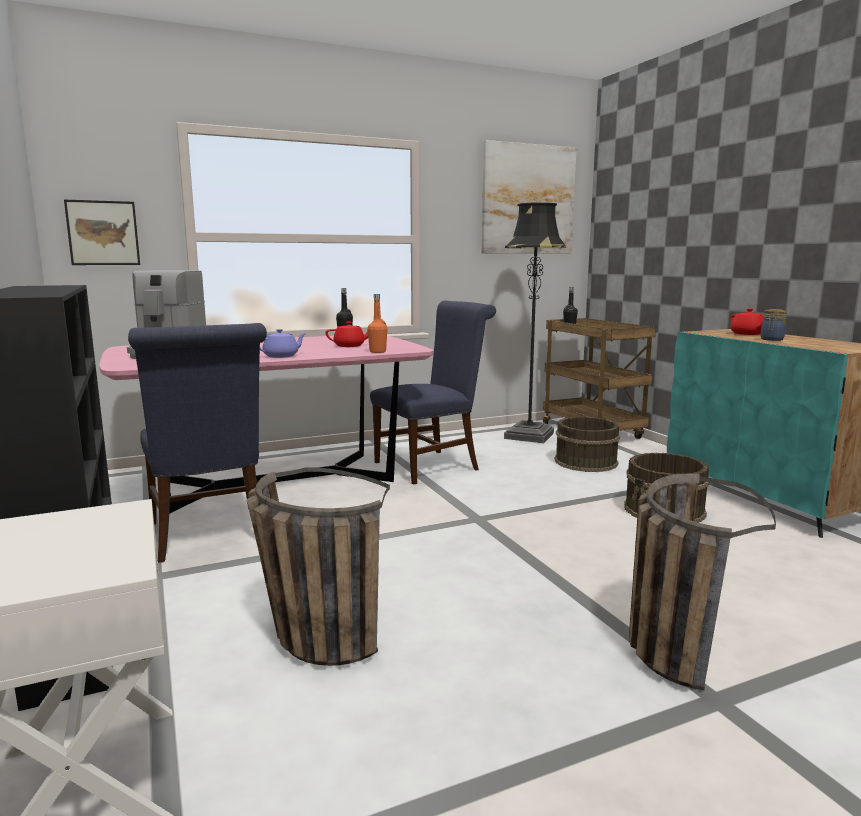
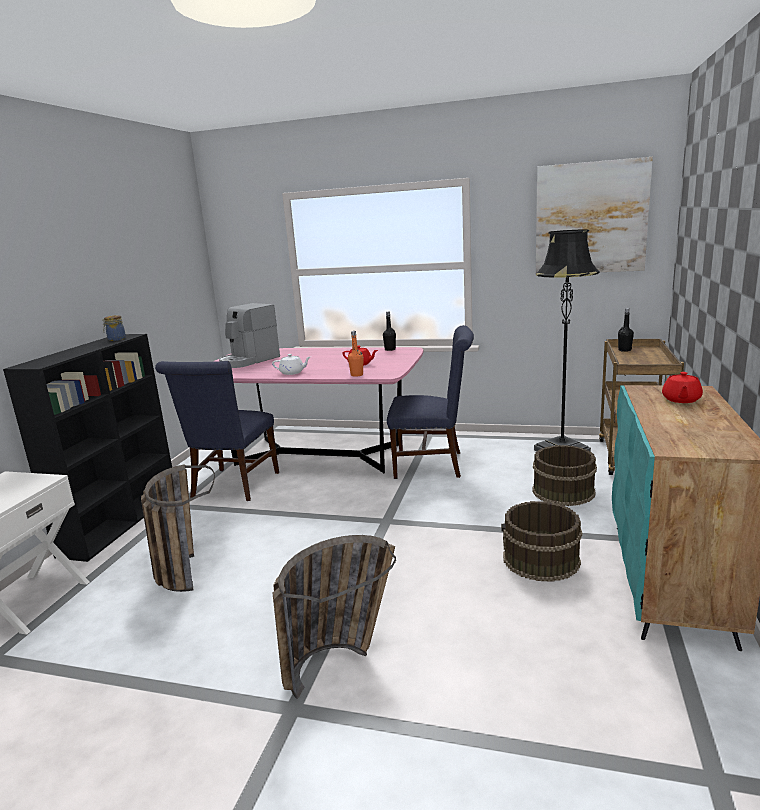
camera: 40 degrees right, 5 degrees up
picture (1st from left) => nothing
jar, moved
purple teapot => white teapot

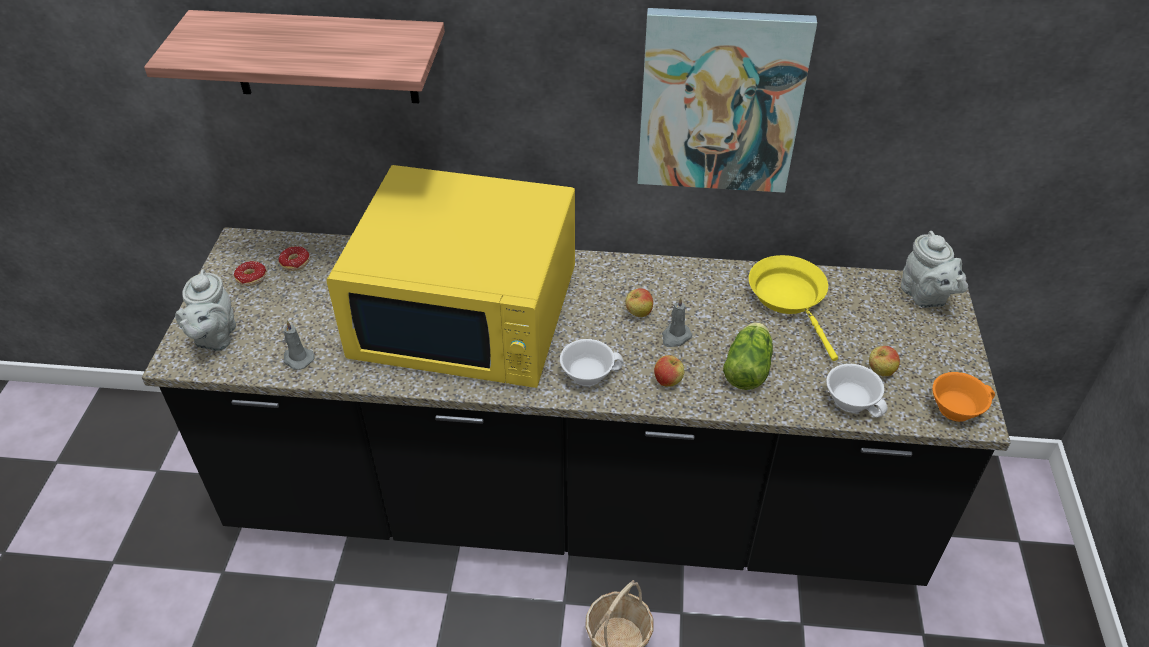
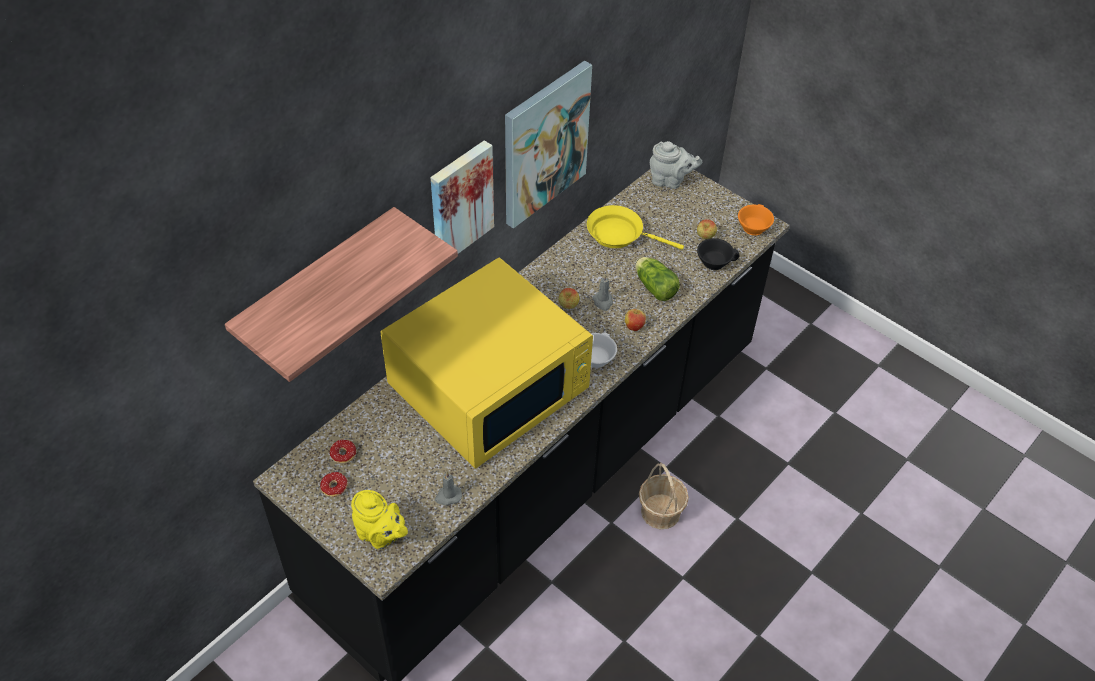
camera: 55 degrees left, 5 degrees up
nothing => picture (1st from left)
grey teapot (1st from left) => yellow teapot
white cup (2nd from left) => black cup

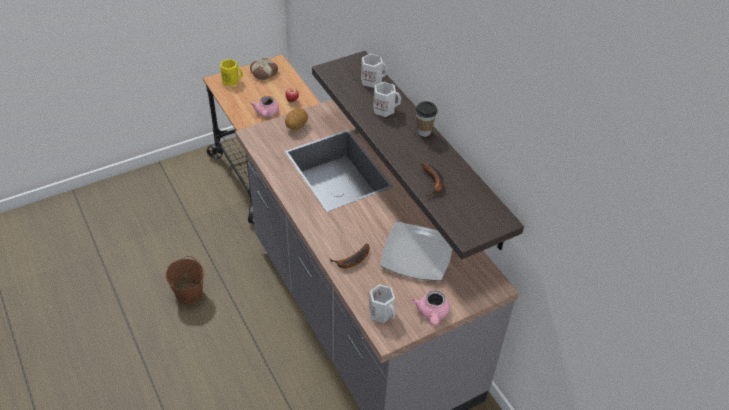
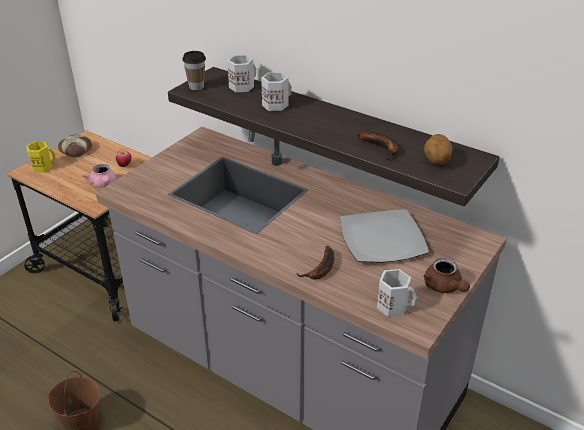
camera: 25 degrees left, 10 degrees down
potato, moved
cup, moved
pink teapot (2nd from left) => brown teapot

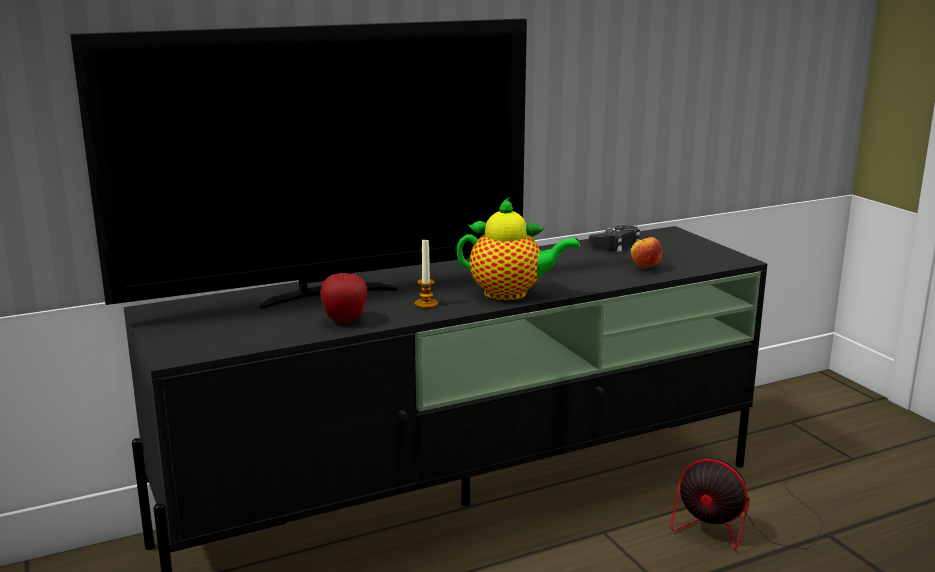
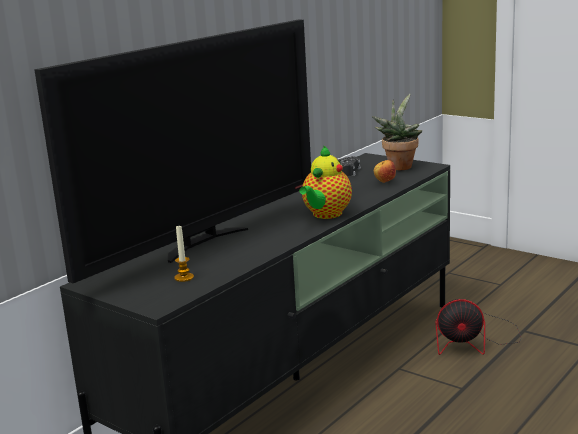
camera: 25 degrees left, 0 degrees up
apple (1st from left) => nothing
nothing => potted plant
candle, moved
teapot, 135 degrees clockwise

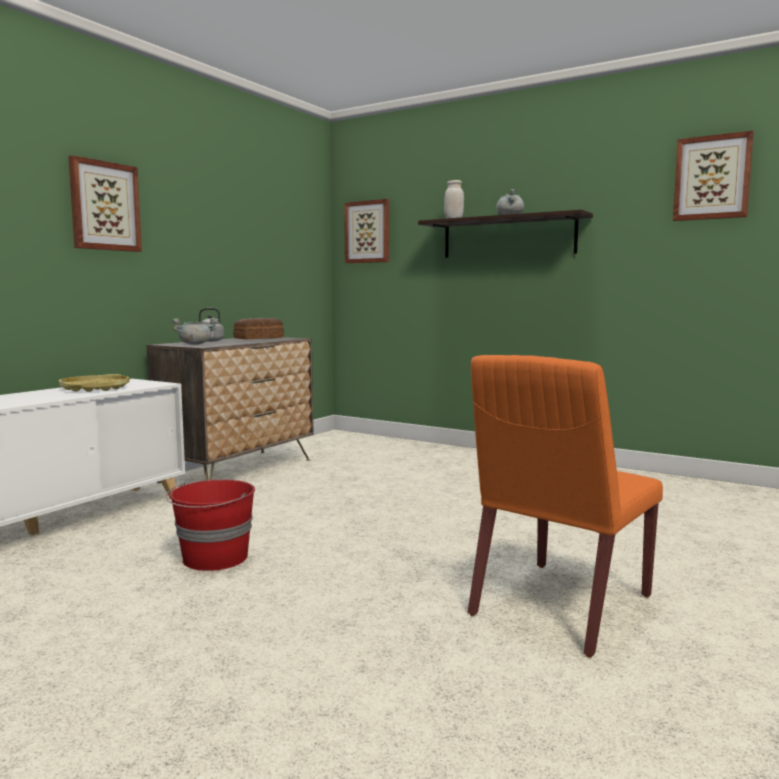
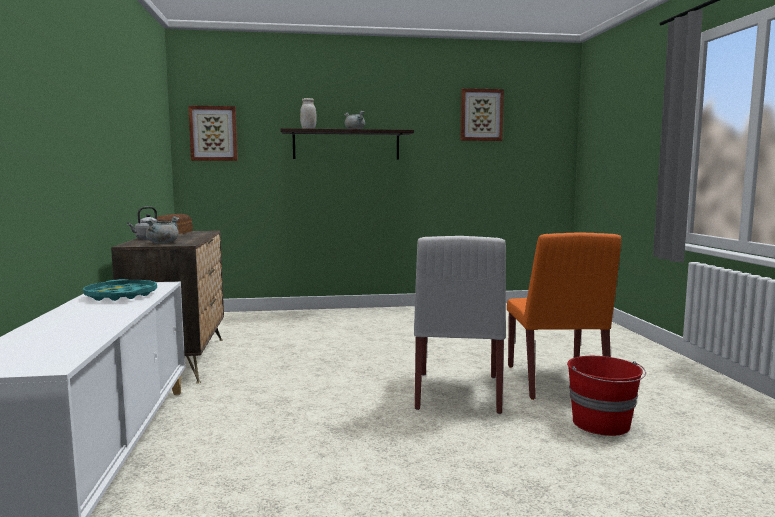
camera: 40 degrees left, 0 degrees up
picture (1st from left) => nothing
nothing => white chair
red bucket, moved
yellow tray => turquoise tray

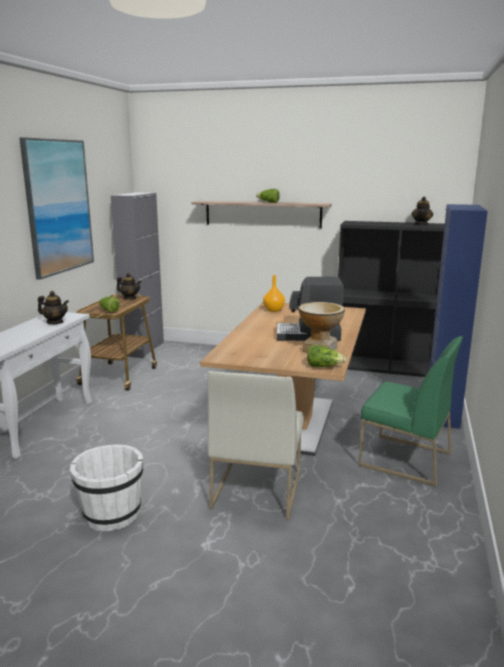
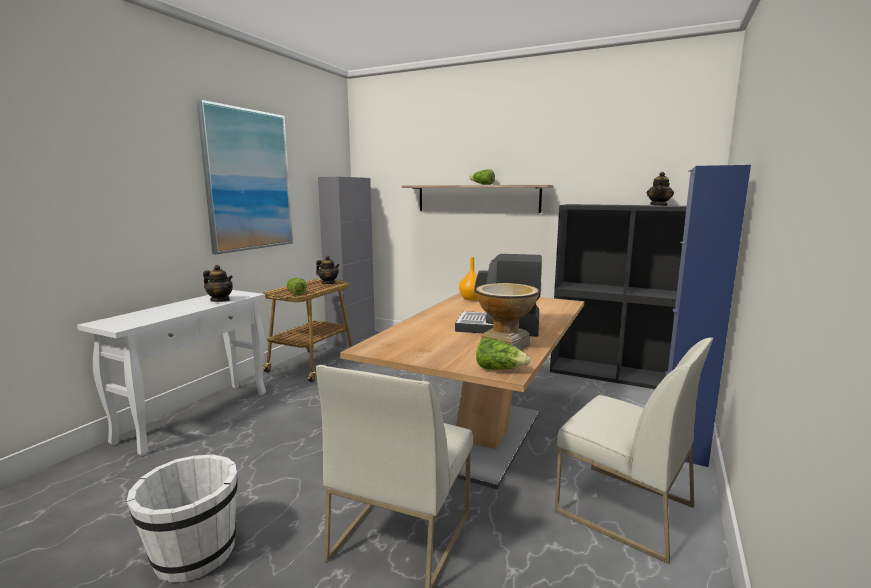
camera: 10 degrees right, 5 degrees down
green chair => white chair (2nd from left)

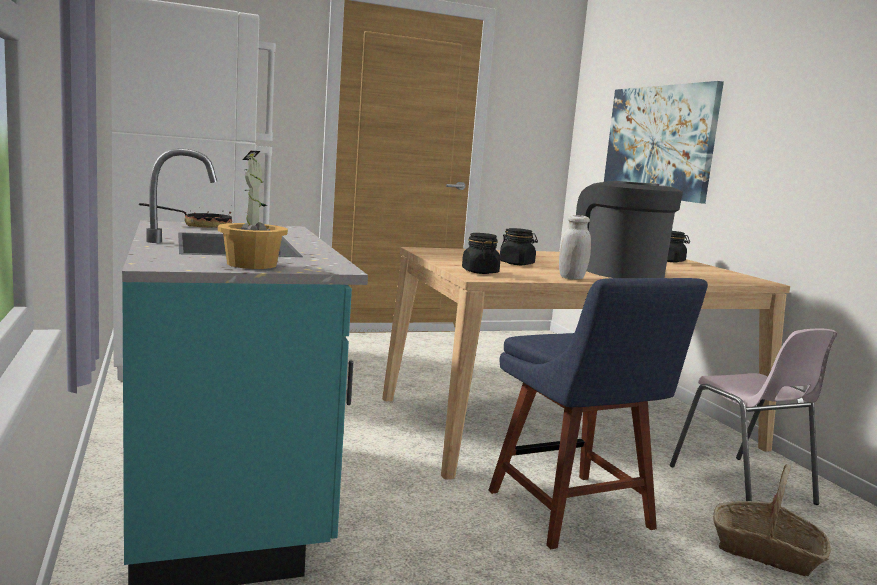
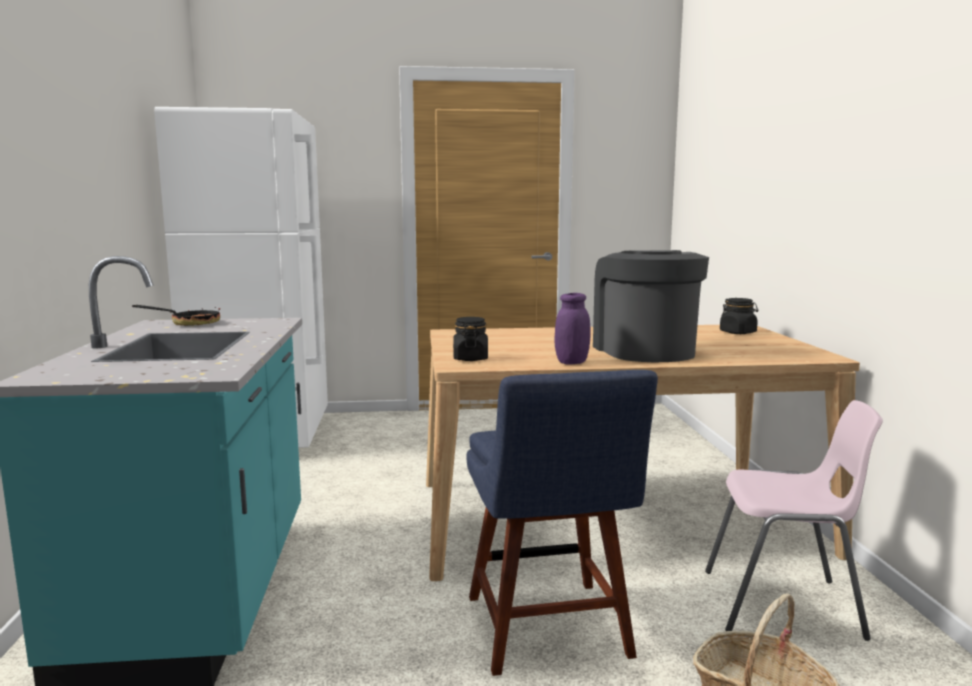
camera: 15 degrees right, 0 degrees up
potted plant => nothing
black jar (2nd from left) => nothing
picture => nothing
white jar => purple jar
pink chair, 75 degrees counterclockwise

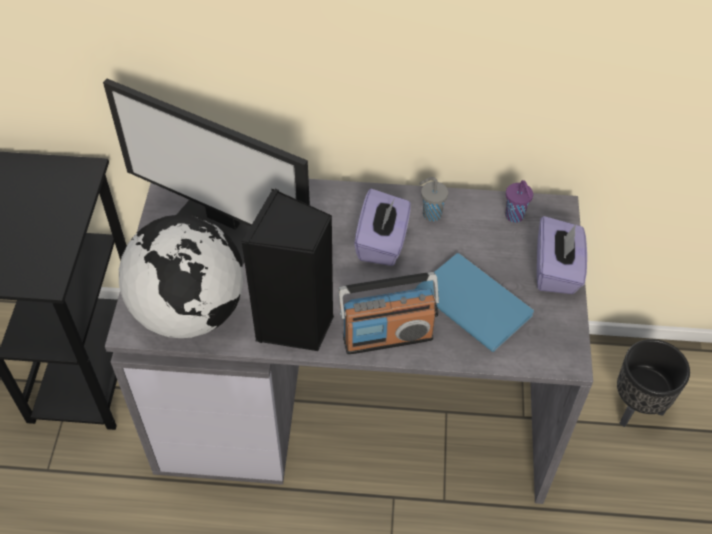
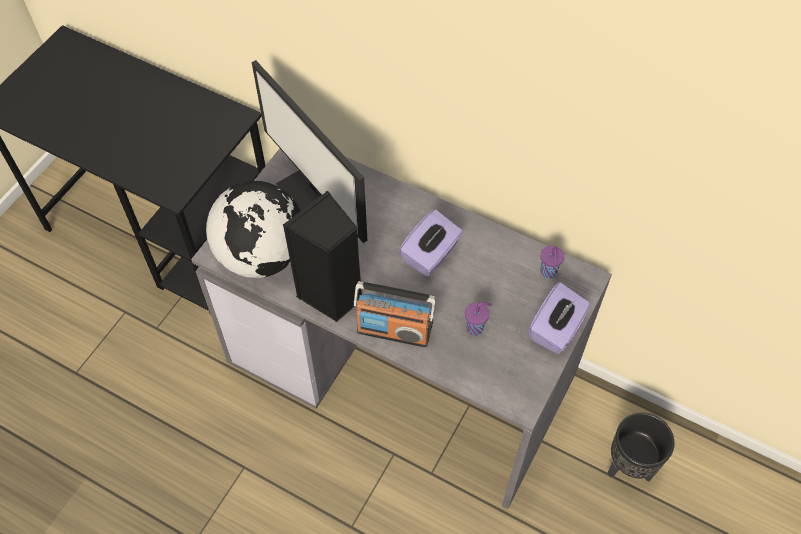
camera: 25 degrees right, 5 degrees up
grey cup => nothing
blue book => purple cup (1st from left)

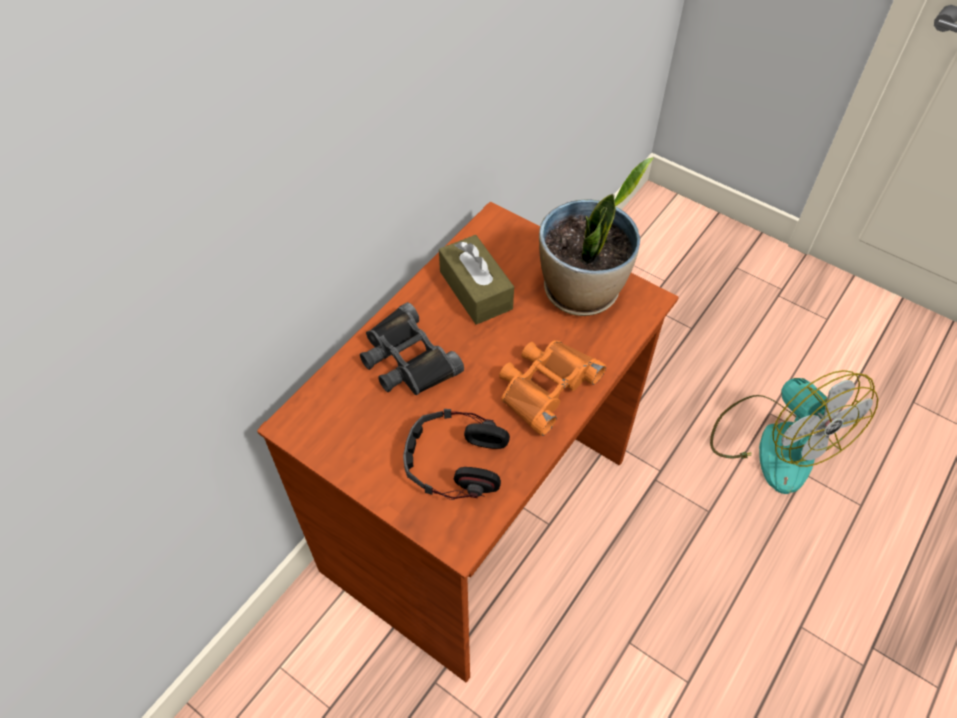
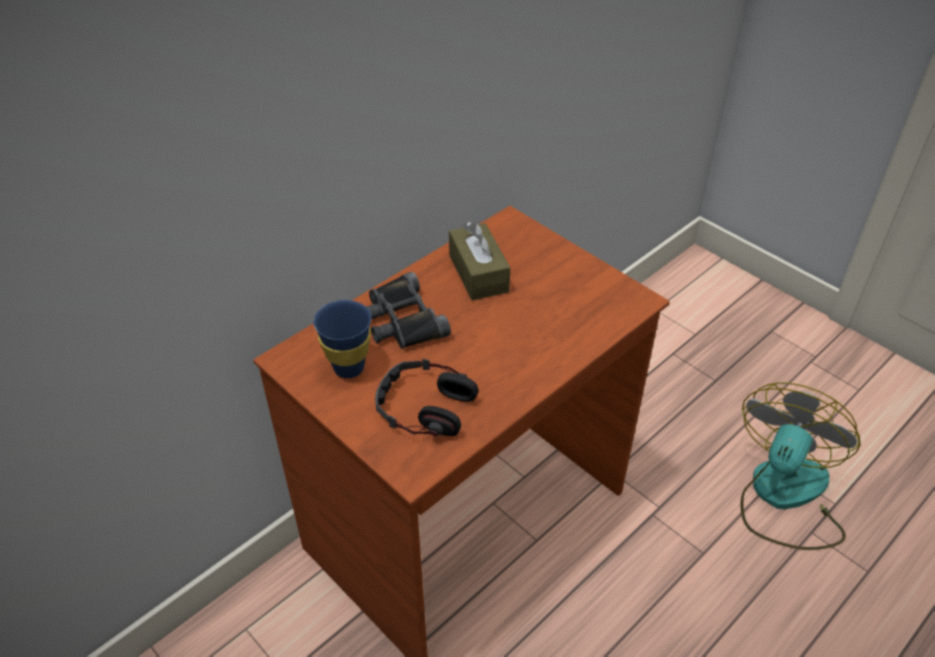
camera: 10 degrees right, 10 degrees down
orange binoculars => nothing
potted plant => nothing
nothing => blue cup
fan, 135 degrees counterclockwise

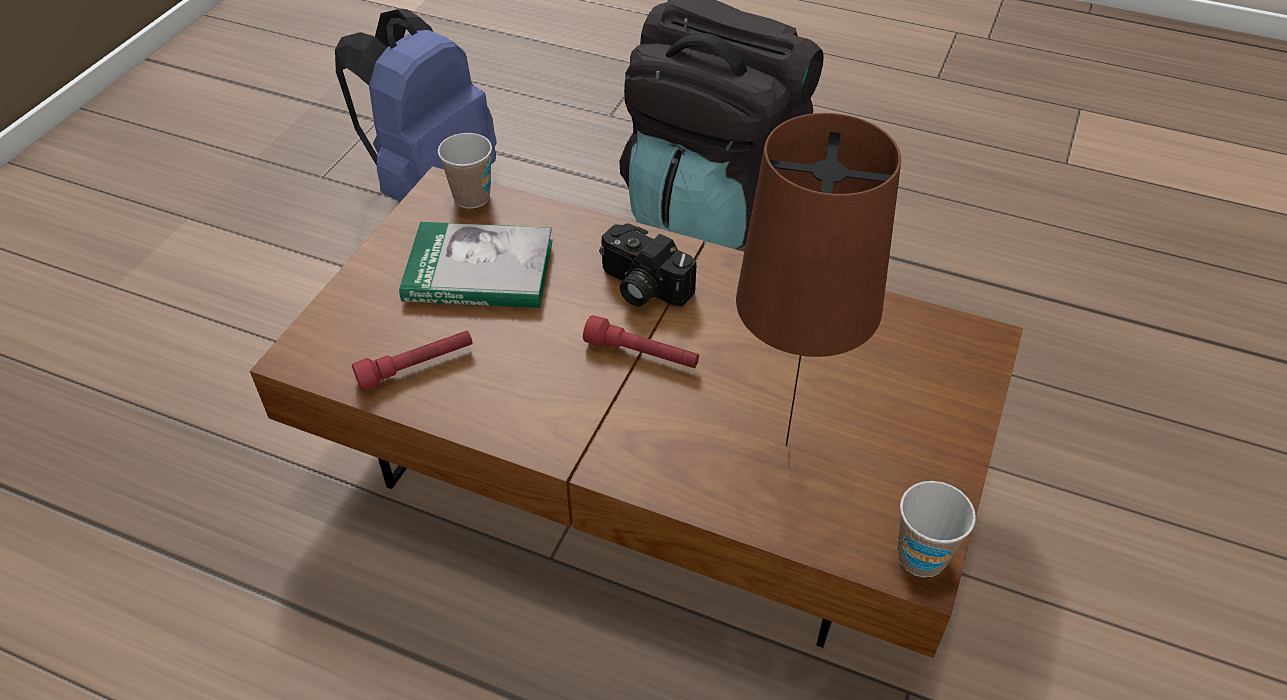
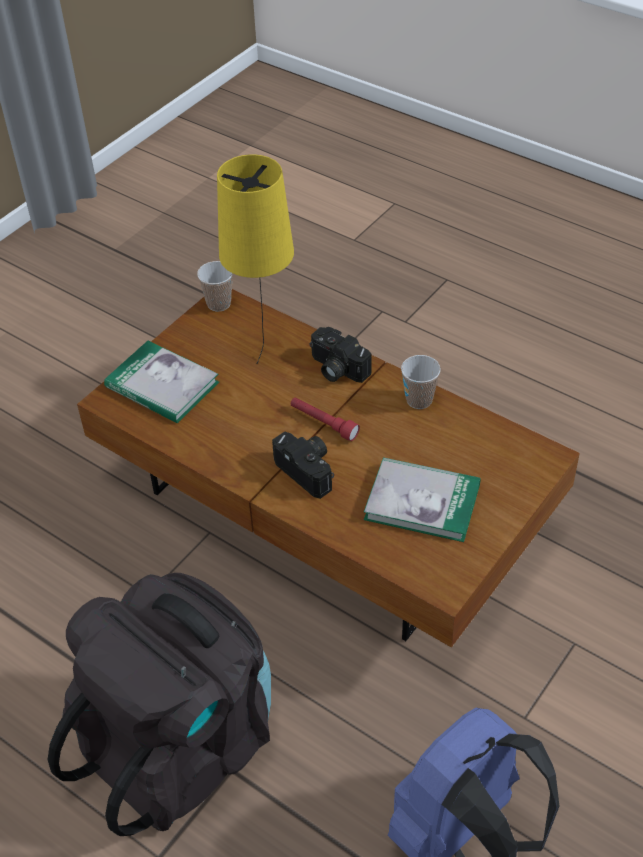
camera: 165 degrees left, 0 degrees up
red flashlight (1st from left) => nothing
nothing => book (1st from left)
nothing => photo camera (2nd from left)
cup (1st from left in the first image) => cup (2nd from left), moved
brown table lamp => yellow table lamp

